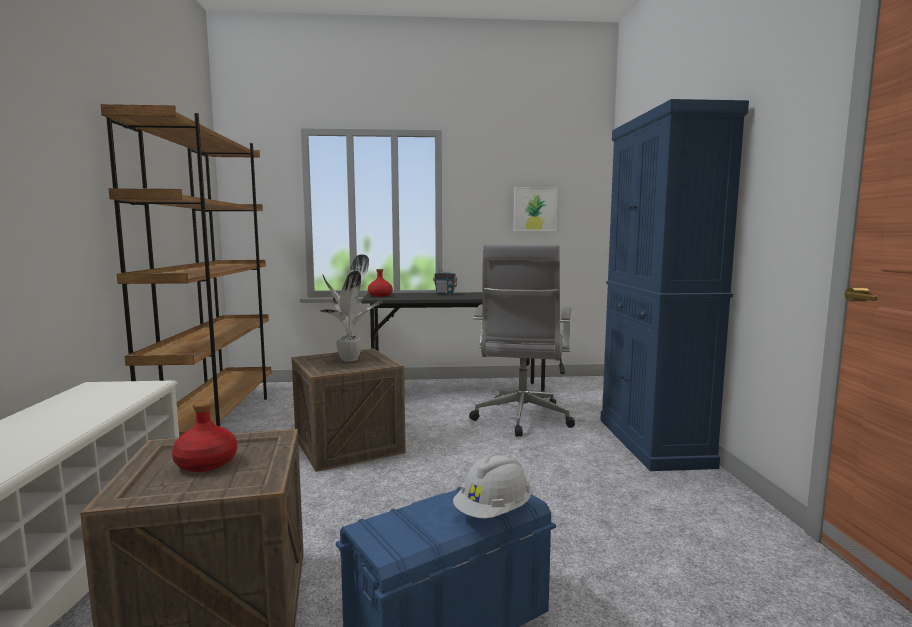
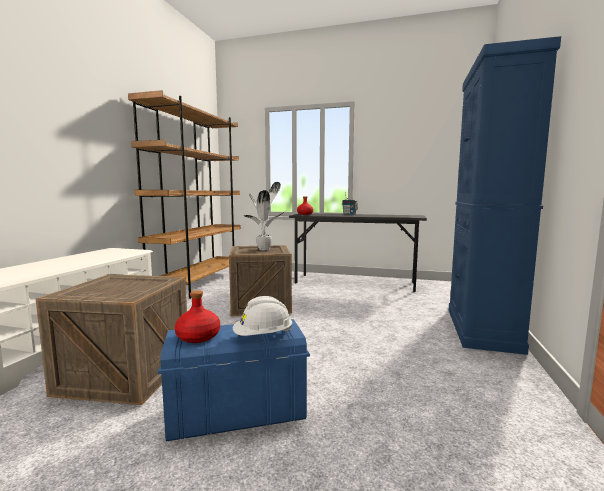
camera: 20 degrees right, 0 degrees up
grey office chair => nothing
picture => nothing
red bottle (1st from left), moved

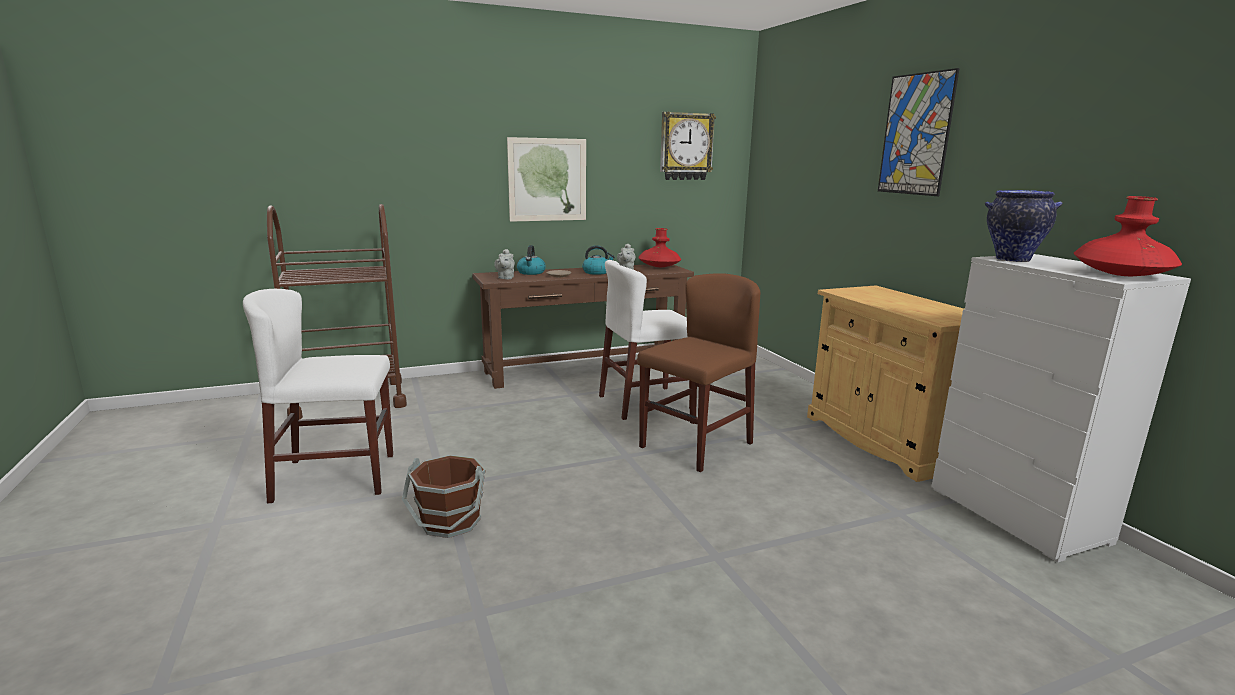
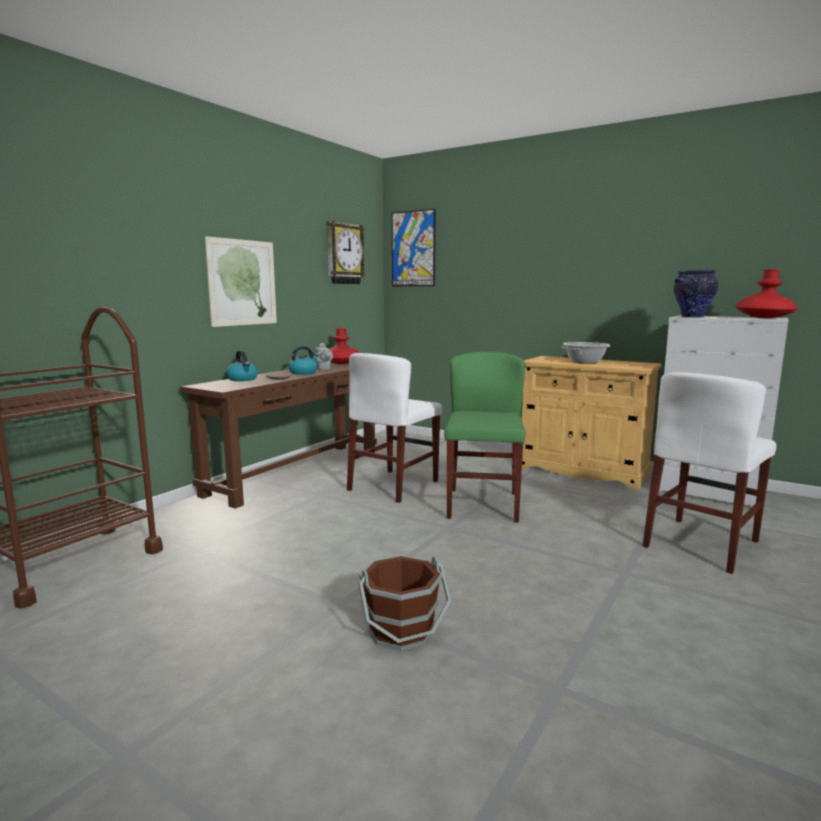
camera: 35 degrees left, 5 degrees down
grey teapot (1st from left) => nothing
nothing => cooking pot
white chair (1st from left in the first image) => white chair (2nd from left), moved
picture (2nd from left), moved
brown chair => green chair

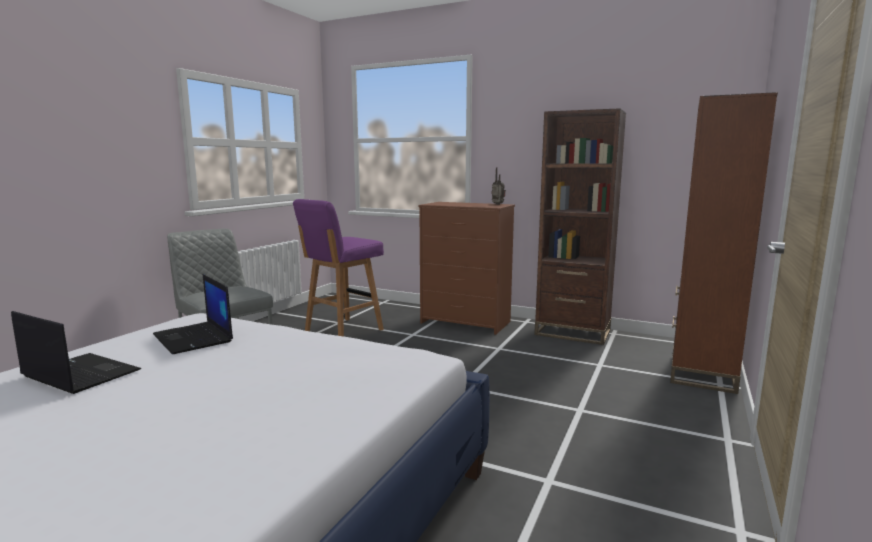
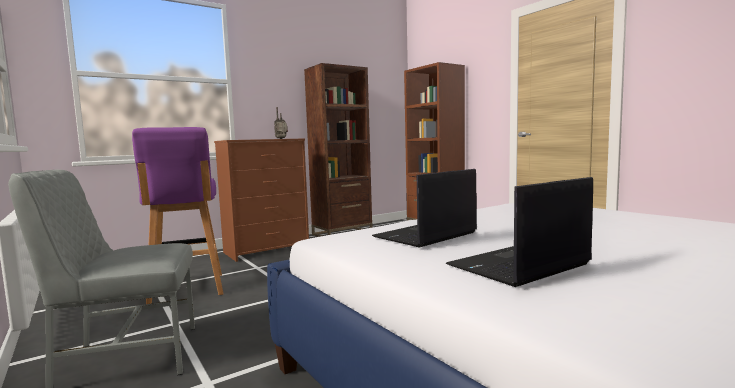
camera: 60 degrees left, 5 degrees down
laptop (2nd from left in the first image) => laptop (1st from left), 150 degrees clockwise

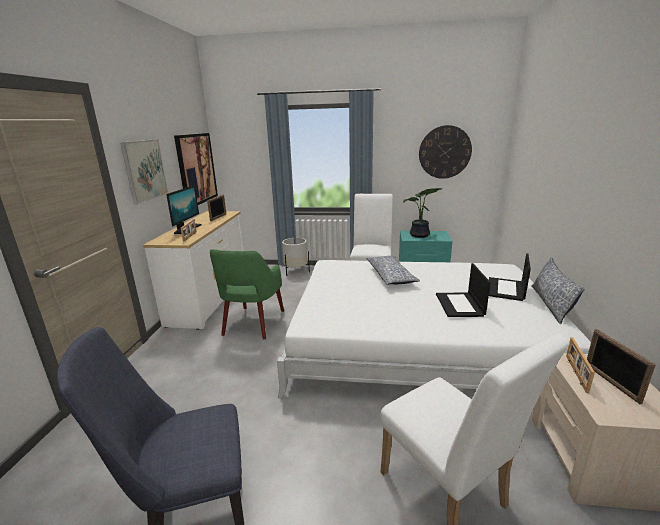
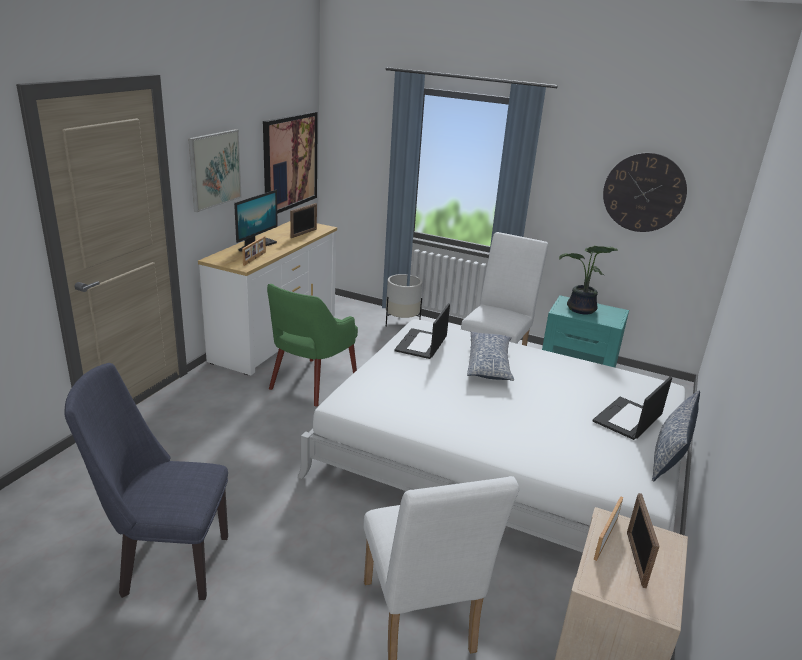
camera: 15 degrees right, 5 degrees up
laptop (1st from left), moved

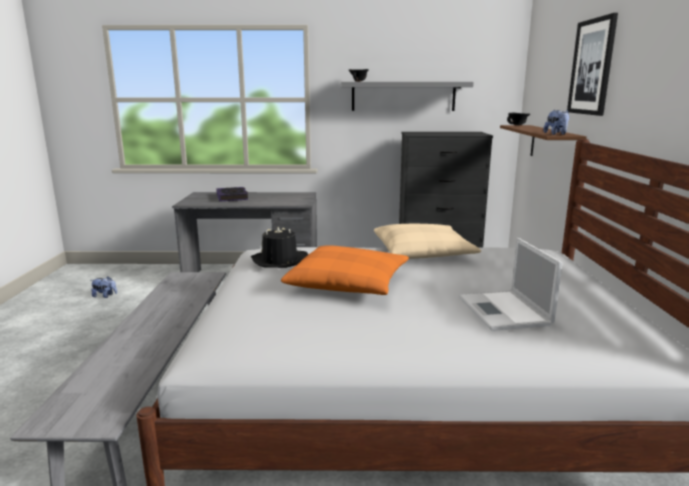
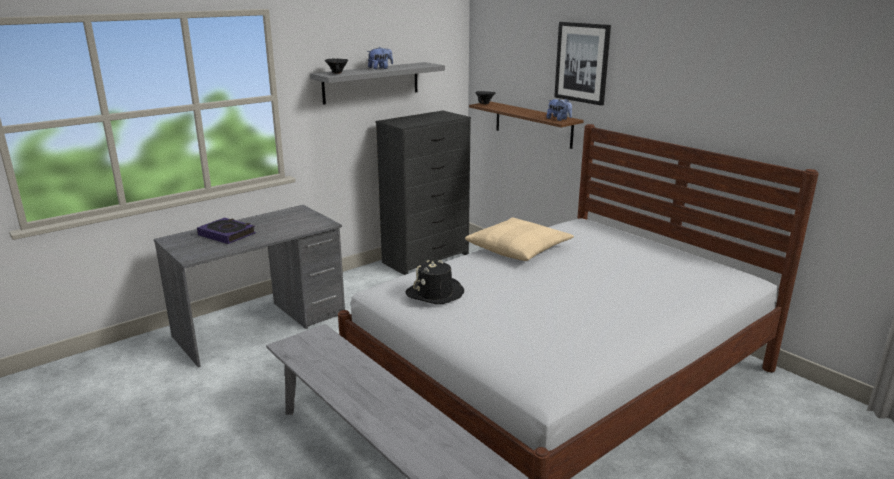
camera: 40 degrees left, 5 degrees up
orange pillow => nothing
laptop => nothing
plush toy (1st from left), moved

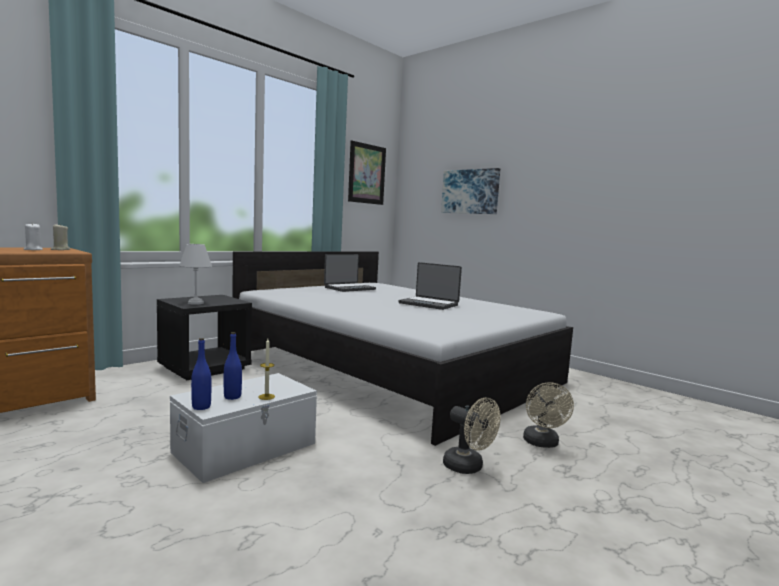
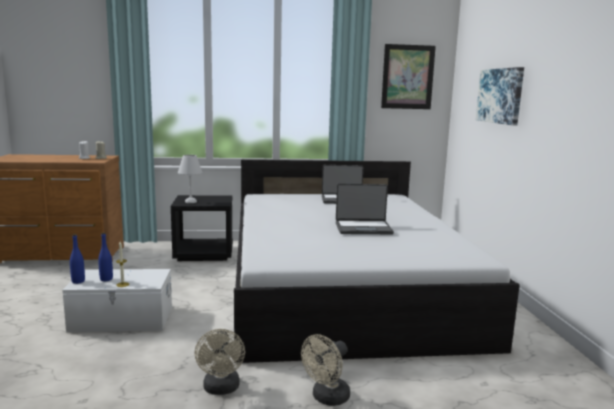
camera: 40 degrees right, 5 degrees up
laptop (2nd from left), 75 degrees counterclockwise

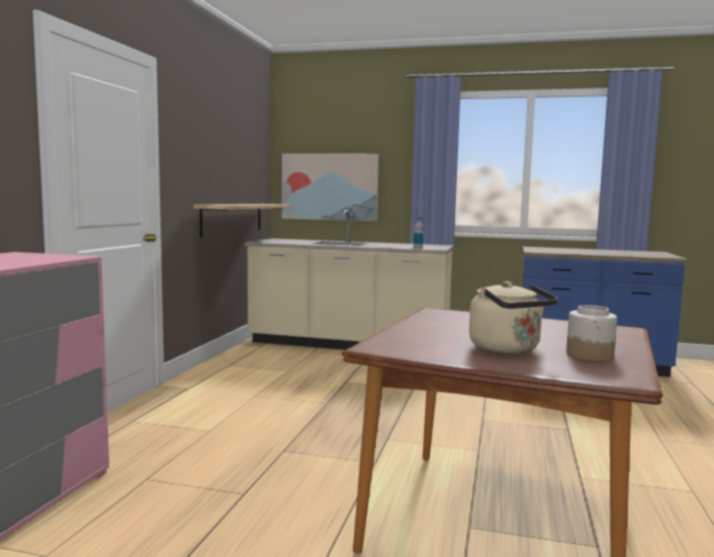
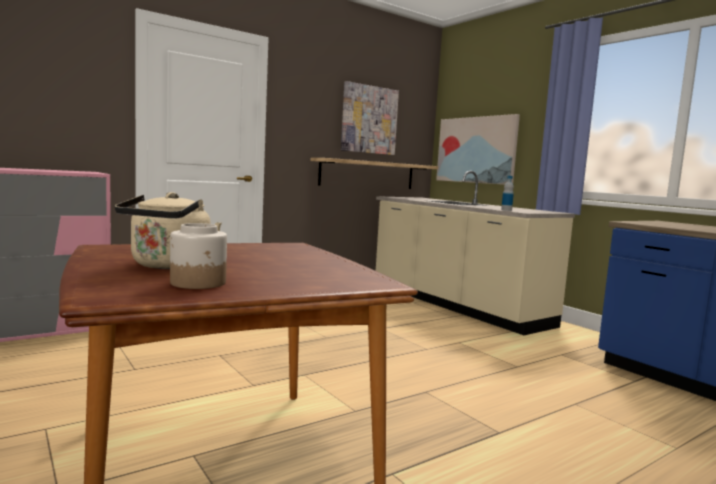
camera: 40 degrees right, 0 degrees up
nothing => picture (1st from left)

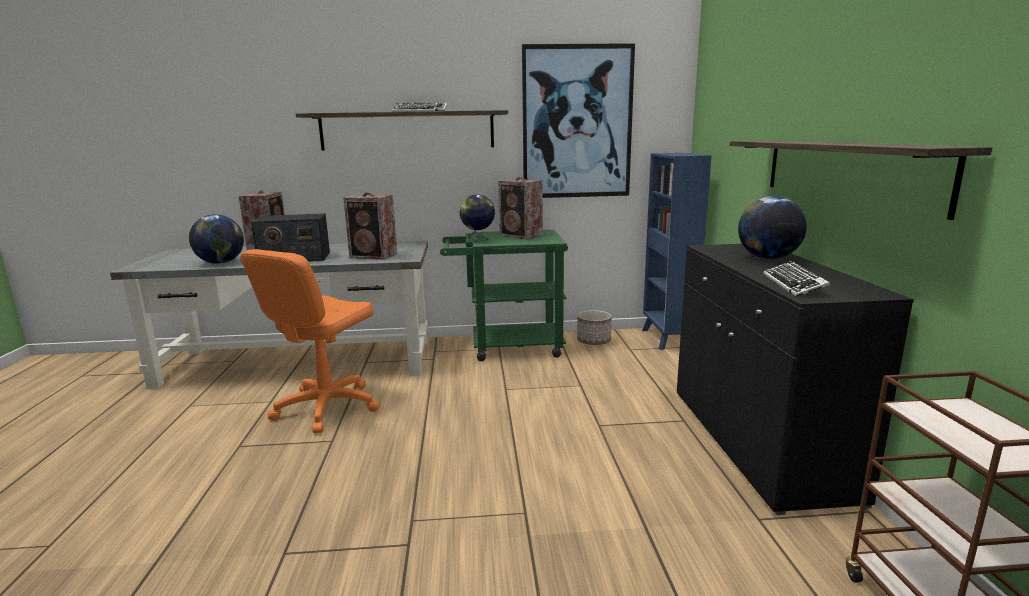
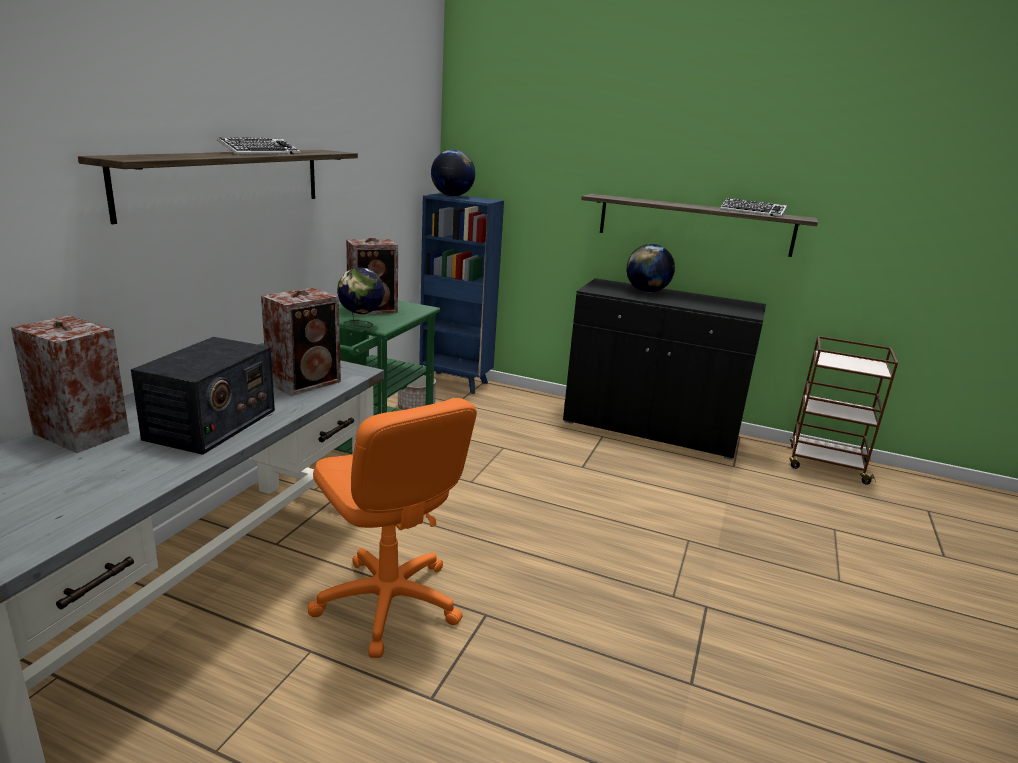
camera: 65 degrees left, 5 degrees up
picture => nothing
globe (1st from left in the first image) => globe (2nd from left), moved
keyboard (2nd from left), moved

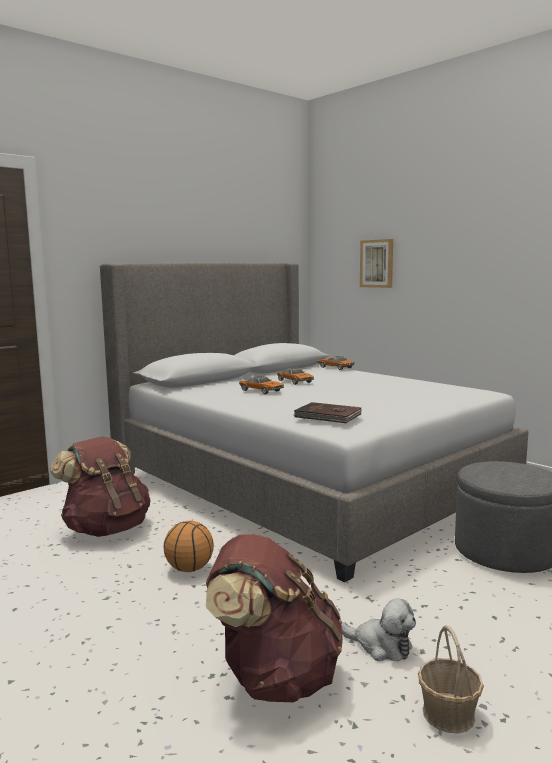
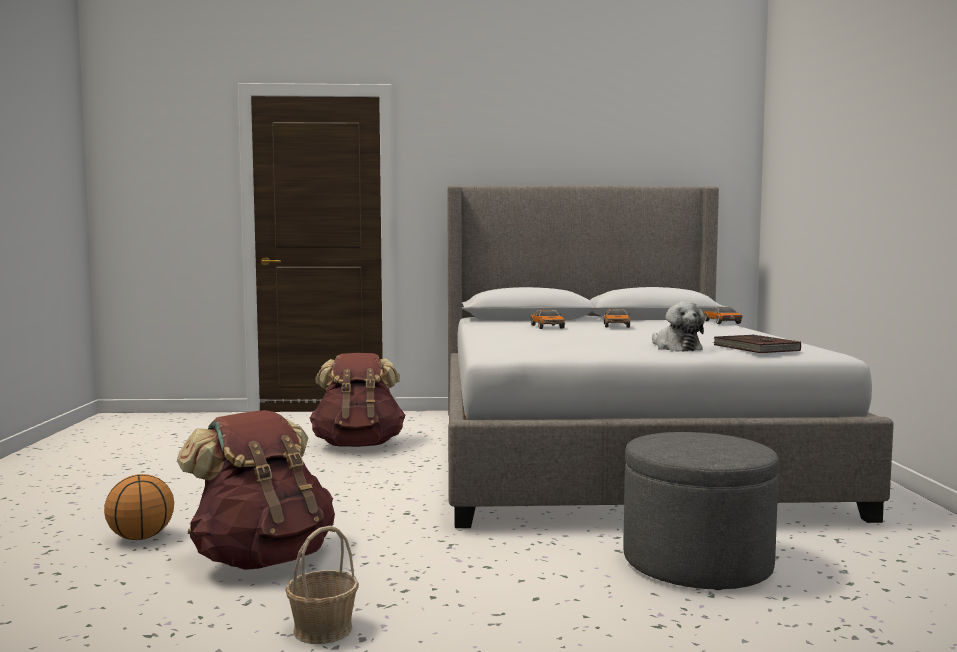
camera: 40 degrees right, 5 degrees down
picture => nothing
basketball, moved
brown book, moved
plush toy, moved

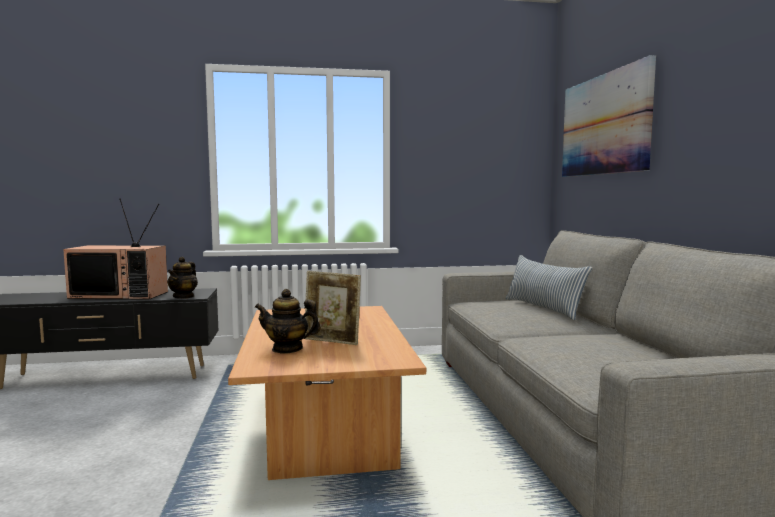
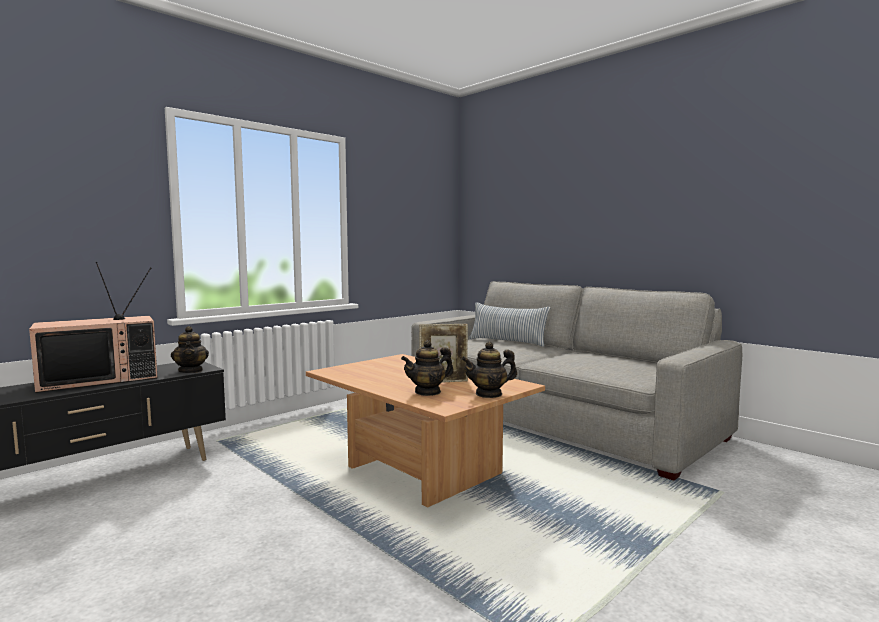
camera: 35 degrees left, 0 degrees up
picture => nothing
nothing => teapot (3rd from left)

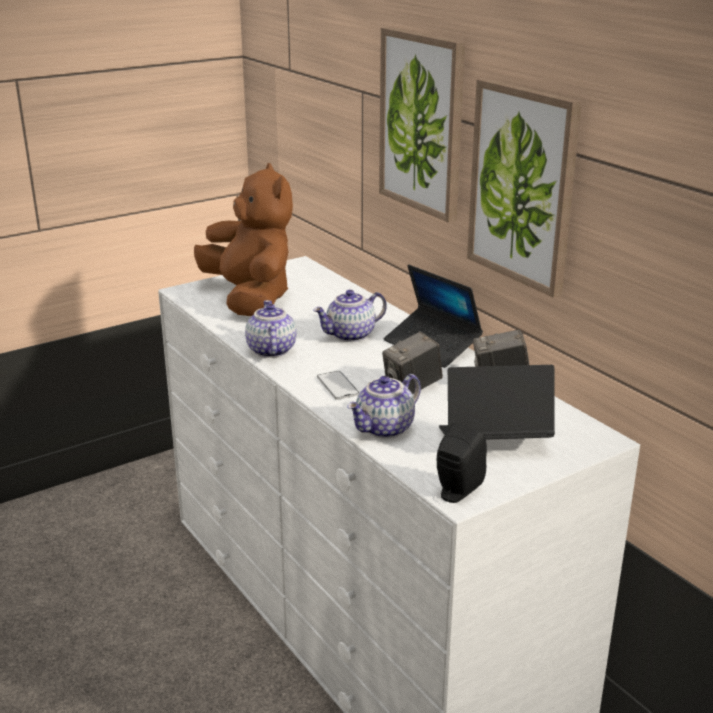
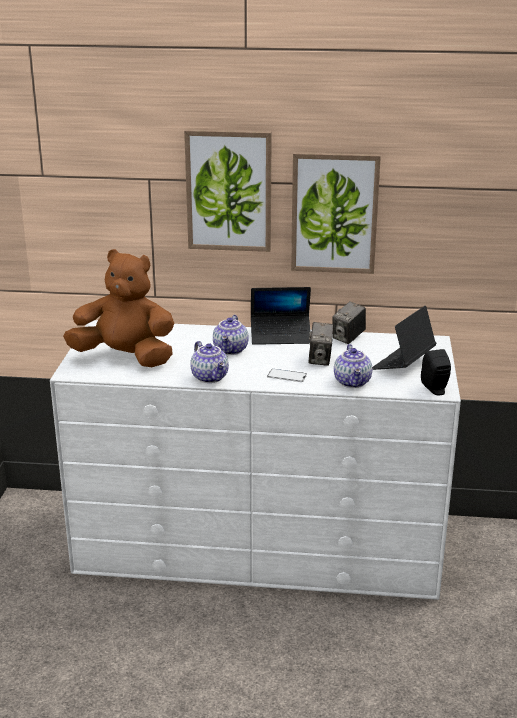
camera: 50 degrees left, 0 degrees up
teapot (1st from left), 150 degrees counterclockwise

